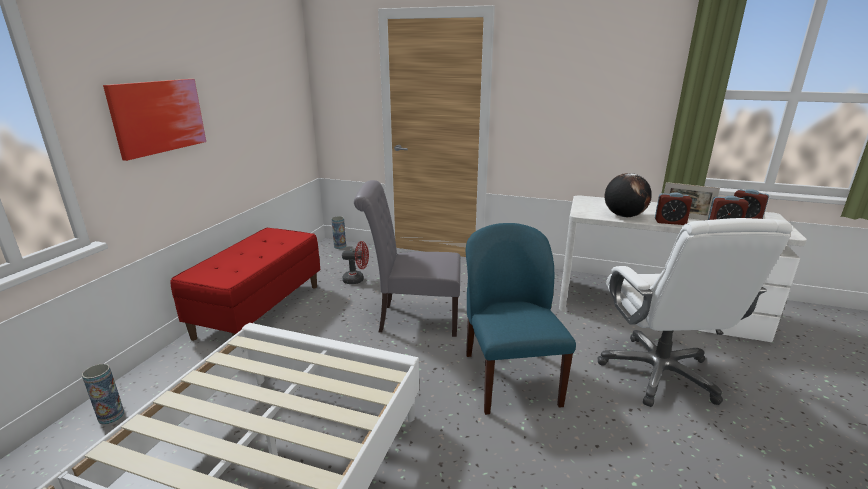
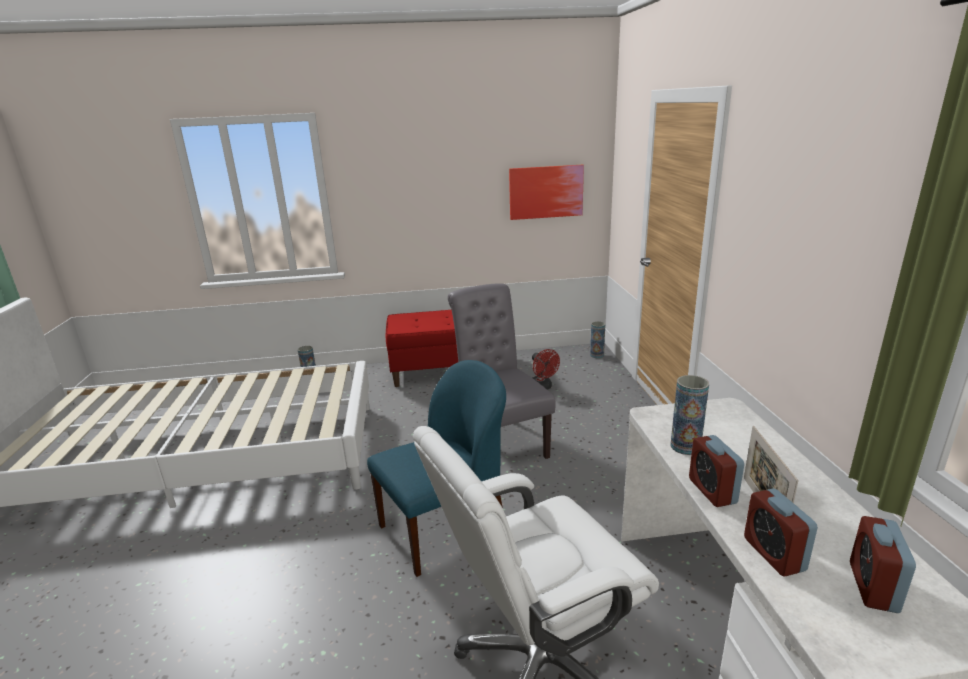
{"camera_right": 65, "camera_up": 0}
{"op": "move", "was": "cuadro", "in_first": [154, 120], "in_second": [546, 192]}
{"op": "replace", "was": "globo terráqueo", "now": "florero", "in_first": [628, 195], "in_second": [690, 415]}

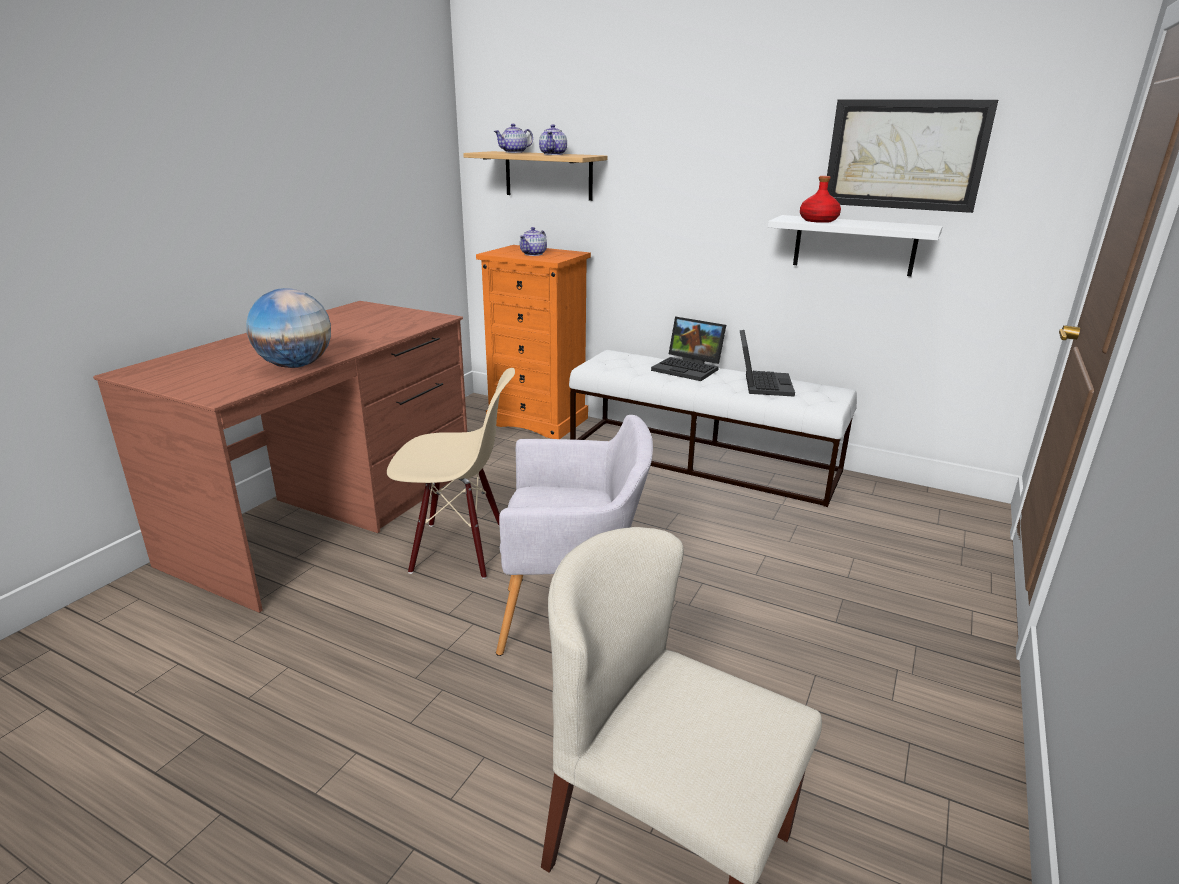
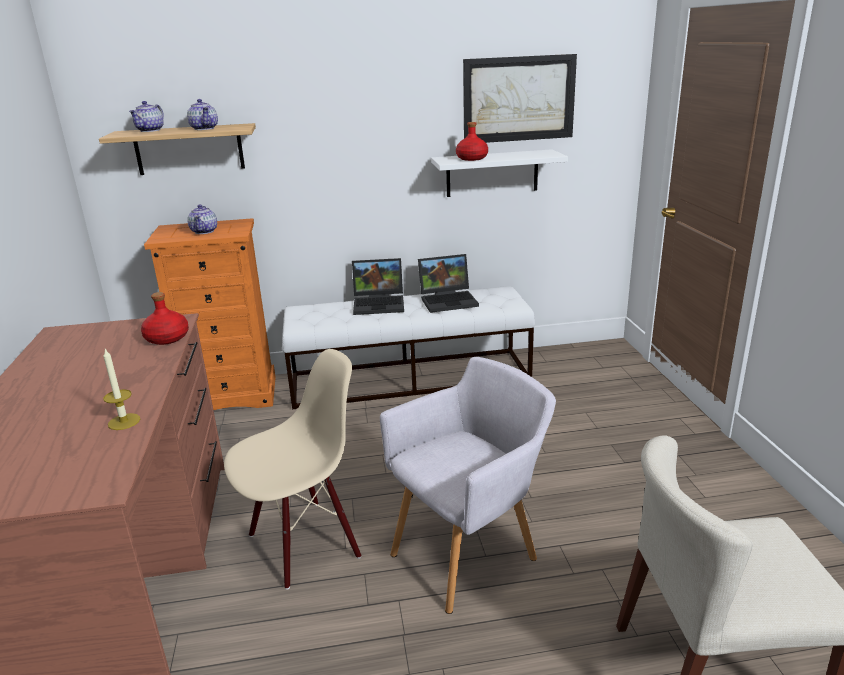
{"camera_right": -35, "camera_up": 0}
{"op": "replace", "was": "globo terráqueo", "now": "vela", "in_first": [288, 328], "in_second": [121, 389]}
{"op": "insert", "now": "botella (rojo)", "in_second": [165, 318]}
{"op": "rotate", "was": "portátil", "in_first": [767, 363], "in_second": [448, 283], "clockwise": 105}

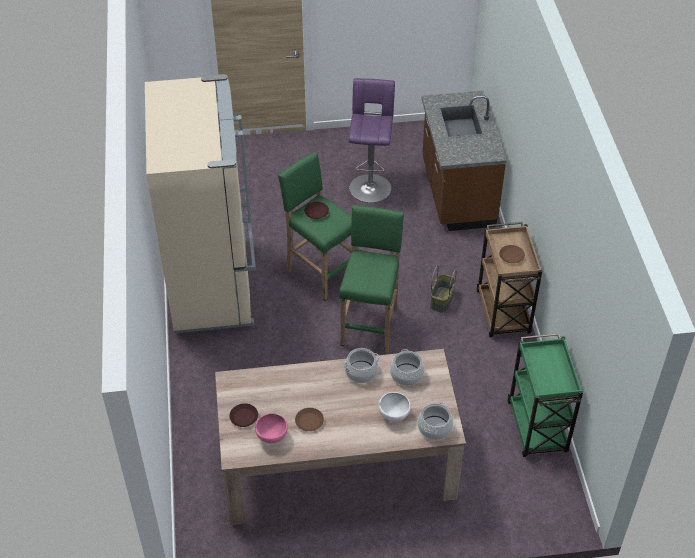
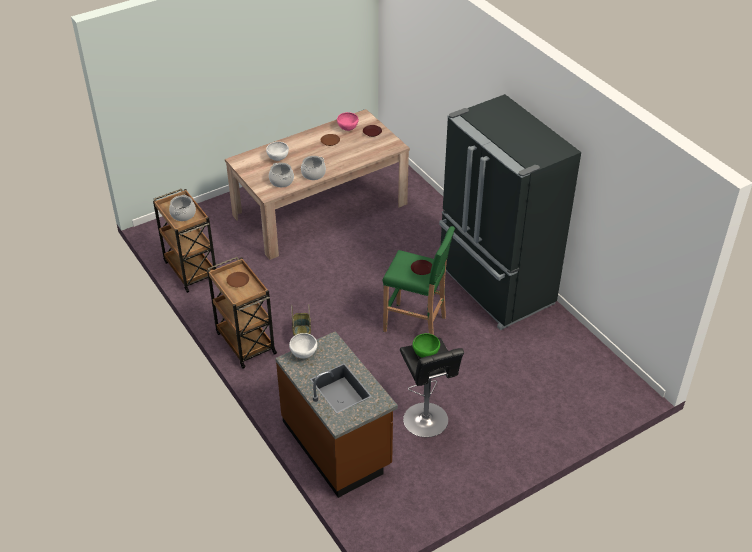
{"camera_right": 155, "camera_up": -5}
{"op": "recolor", "was": "carrito (verde)", "now": "carrito (marrón)", "in_first": [545, 395], "in_second": [184, 241]}
{"op": "move", "was": "olla", "in_first": [435, 421], "in_second": [182, 208]}
{"op": "insert", "now": "cuenco (blanco)", "in_second": [303, 346]}
{"op": "recolor", "was": "taburete (morado)", "now": "taburete (negro)", "in_first": [372, 140], "in_second": [432, 387]}
{"op": "insert", "now": "cuenco (verde)", "in_second": [426, 345]}
{"op": "recolor", "was": "nevera (beis)", "now": "nevera (negro)", "in_first": [200, 203], "in_second": [510, 212]}
{"op": "delete", "was": "taburete (verde)", "in_first": [371, 279]}

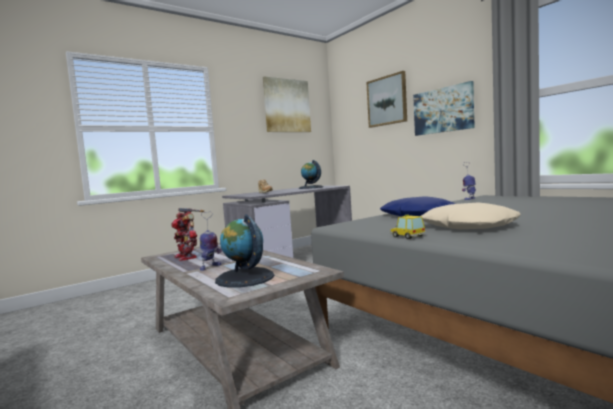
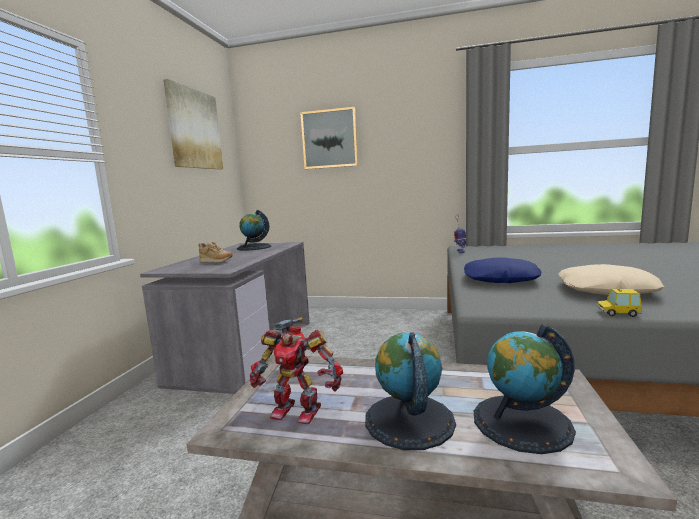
{"camera_right": -40, "camera_up": 5}
{"op": "replace", "was": "robot de juguete", "now": "globo terráqueo", "in_first": [211, 241], "in_second": [410, 391]}
{"op": "delete", "was": "cuadro", "in_first": [444, 108]}

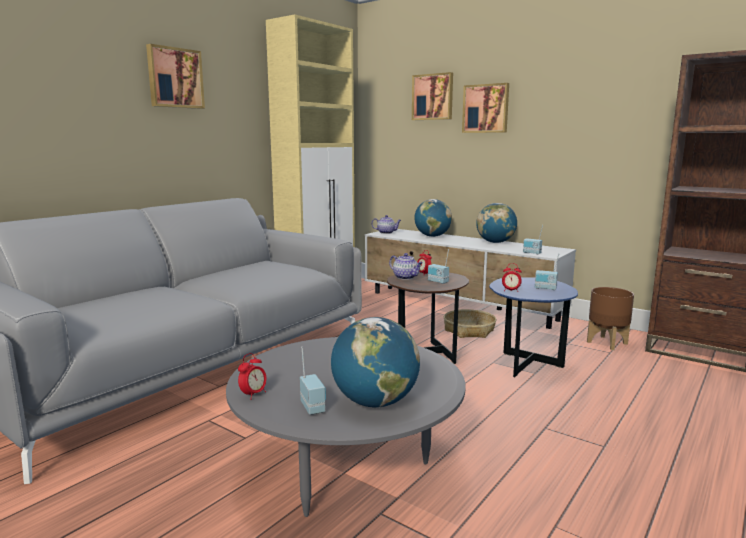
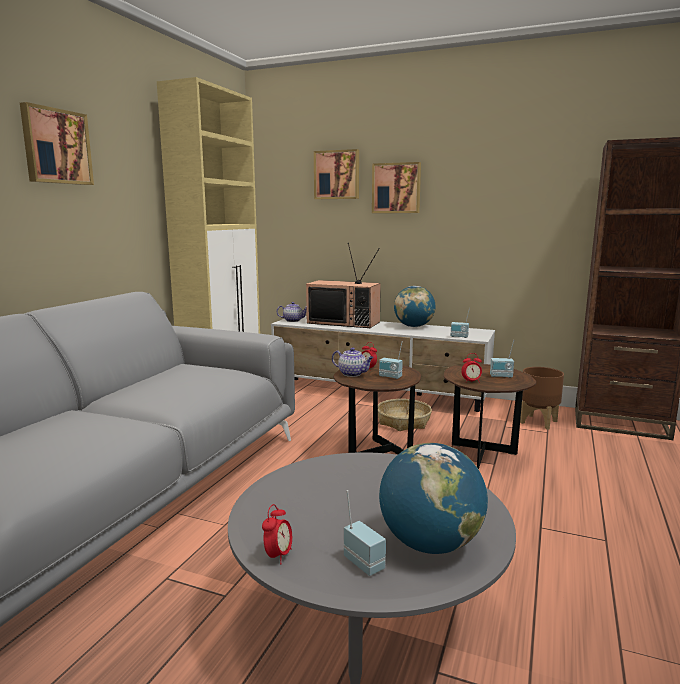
{"camera_right": -15, "camera_up": 0}
{"op": "replace", "was": "globo terráqueo", "now": "televisor", "in_first": [433, 218], "in_second": [343, 285]}
{"op": "recolor", "was": "mesa auxiliar (azul)", "now": "mesa auxiliar (marrón)", "in_first": [533, 327], "in_second": [490, 416]}

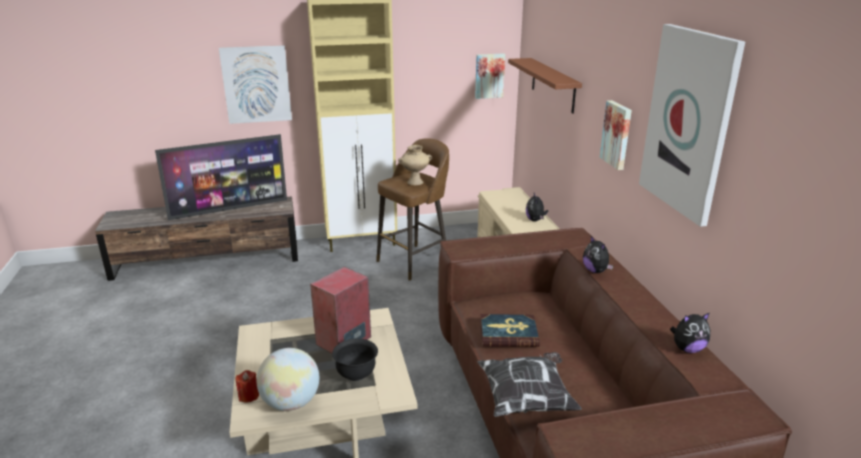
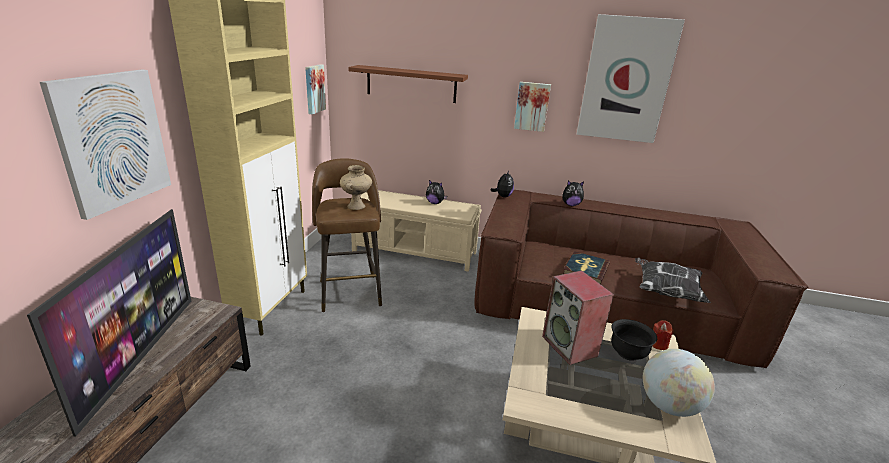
{"camera_right": -65, "camera_up": 0}
{"op": "move", "was": "peluche", "in_first": [690, 333], "in_second": [502, 184]}
{"op": "move", "was": "vela (rojo)", "in_first": [247, 386], "in_second": [662, 335]}

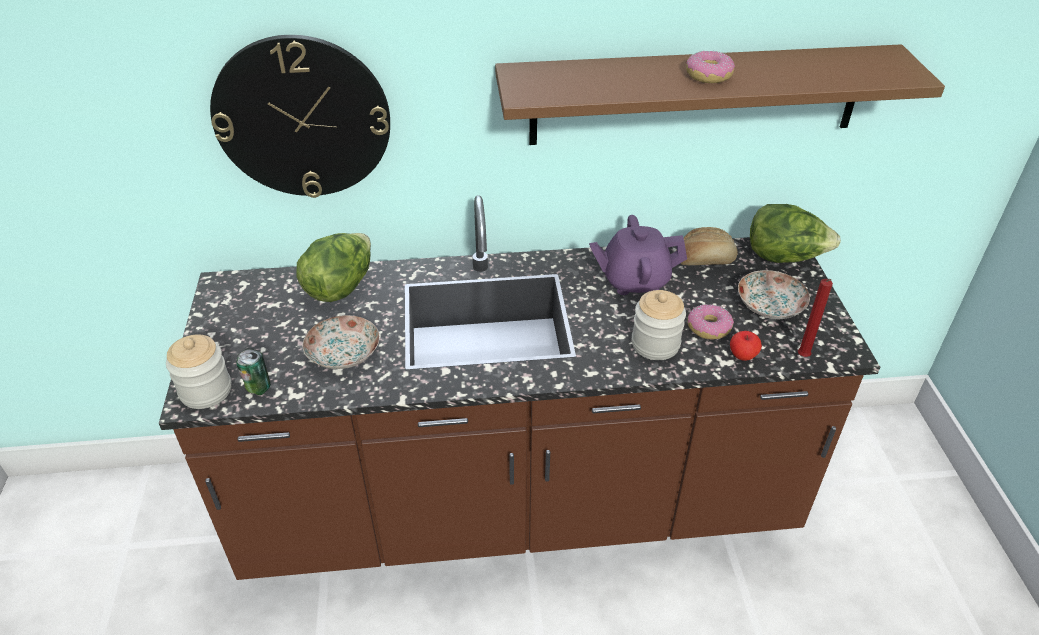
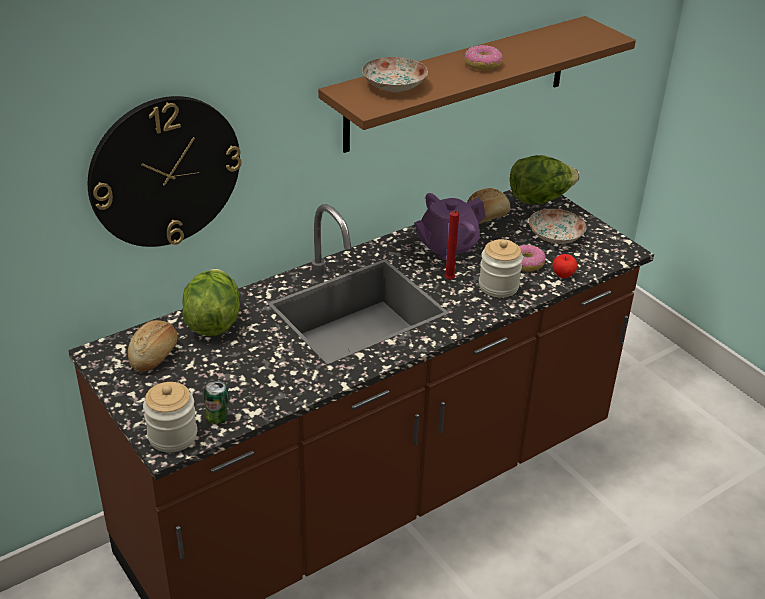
{"camera_right": -30, "camera_up": -5}
{"op": "insert", "now": "pan", "in_second": [153, 346]}
{"op": "move", "was": "plato", "in_first": [341, 342], "in_second": [395, 74]}
{"op": "move", "was": "vela (rojo)", "in_first": [815, 318], "in_second": [451, 245]}

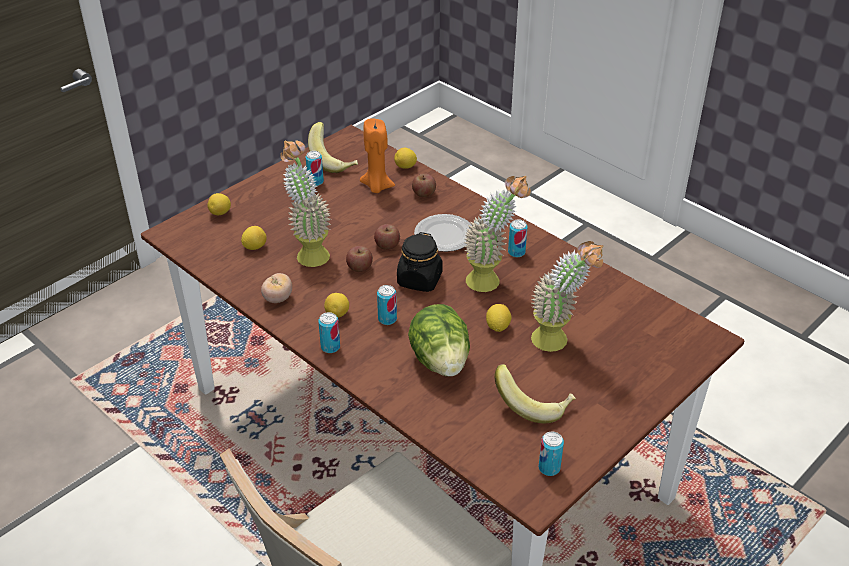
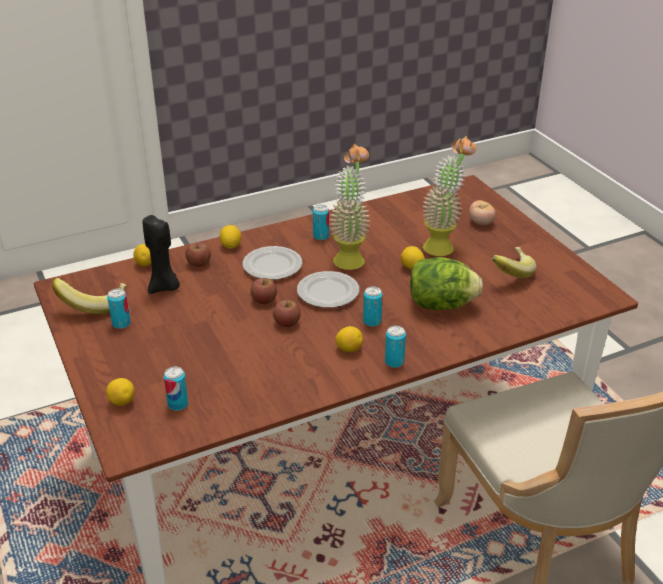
{"camera_right": -70, "camera_up": -5}
{"op": "recolor", "was": "vela (naranja)", "now": "vela (negro)", "in_first": [377, 156], "in_second": [161, 254]}
{"op": "move", "was": "lata", "in_first": [551, 453], "in_second": [176, 388]}
{"op": "move", "was": "limón", "in_first": [254, 238], "in_second": [230, 237]}
{"op": "replace", "was": "tarro (negro)", "now": "plato", "in_first": [419, 262], "in_second": [328, 289]}
{"op": "move", "was": "tomate", "in_first": [276, 288], "in_second": [482, 212]}
{"op": "delete", "was": "planta en maceta", "in_first": [305, 203]}

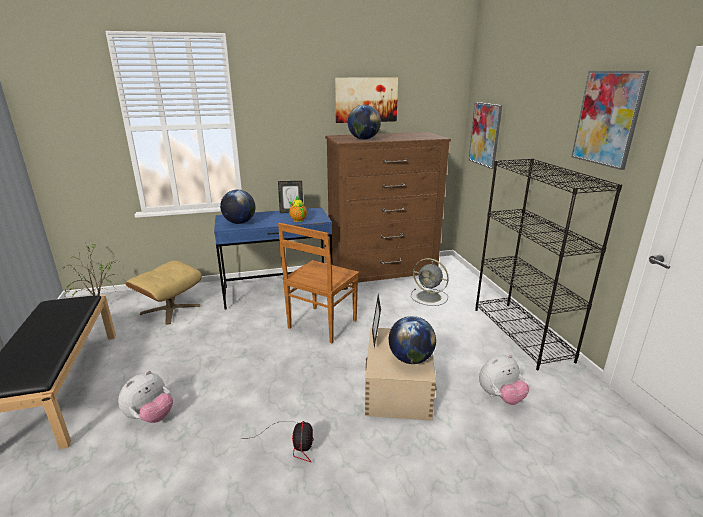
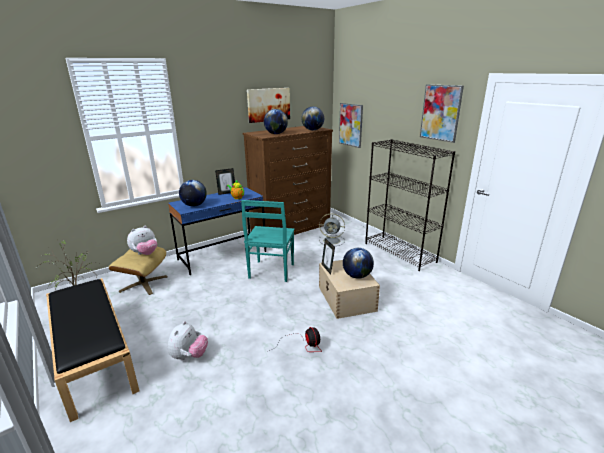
{"camera_right": -20, "camera_up": 0}
{"op": "move", "was": "peluche", "in_first": [504, 379], "in_second": [142, 240]}
{"op": "recolor", "was": "silla (marrón)", "now": "silla (turquesa)", "in_first": [318, 283], "in_second": [267, 241]}
{"op": "insert", "now": "globo terráqueo", "in_second": [312, 119]}

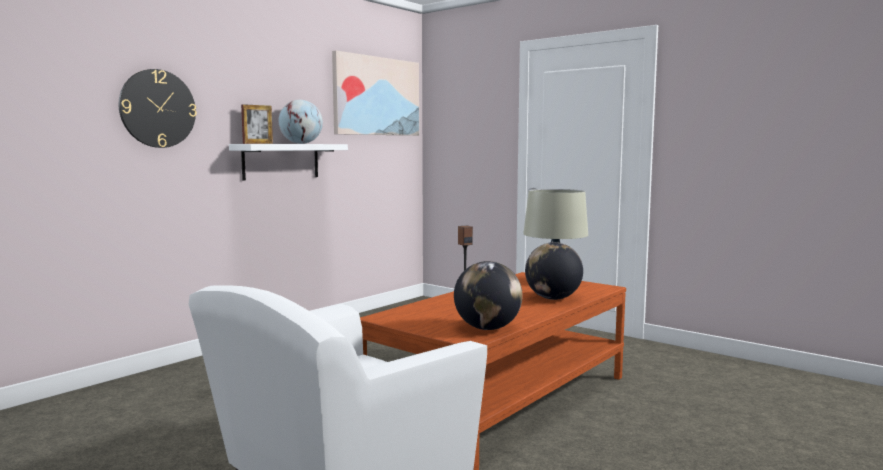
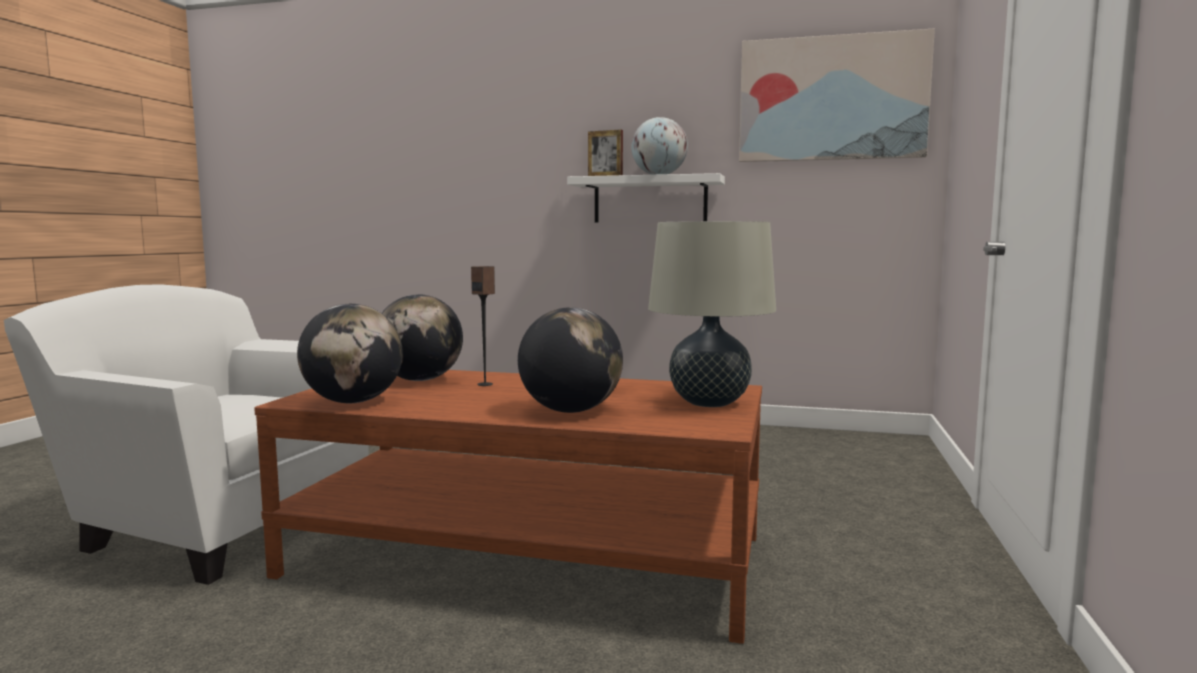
{"camera_right": 65, "camera_up": 0}
{"op": "insert", "now": "globo terráqueo", "in_second": [422, 337]}
{"op": "delete", "was": "reloj de pared", "in_first": [158, 108]}

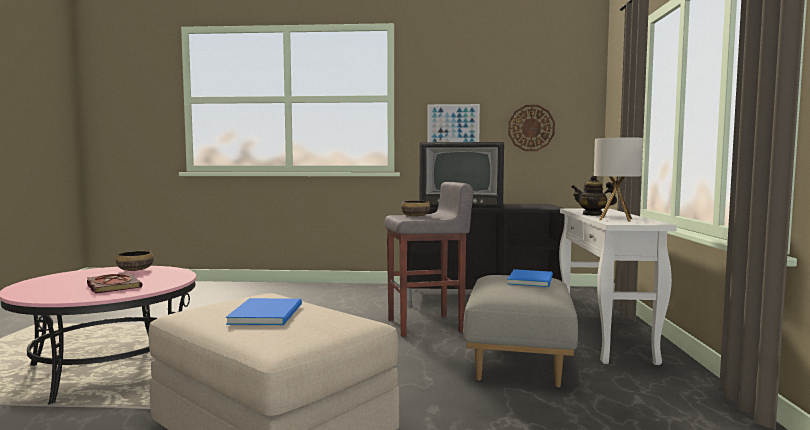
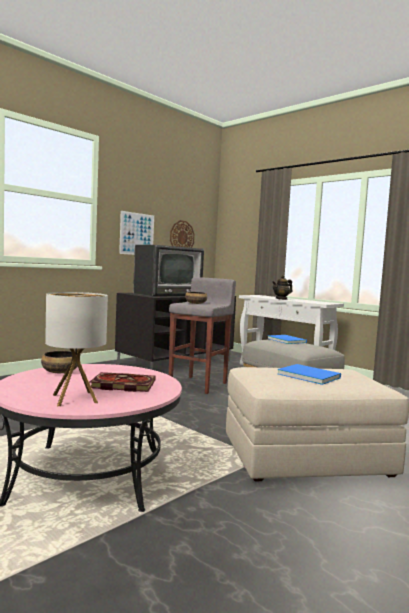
{"camera_right": -50, "camera_up": 0}
{"op": "move", "was": "lámpara de mesa", "in_first": [618, 179], "in_second": [76, 349]}

